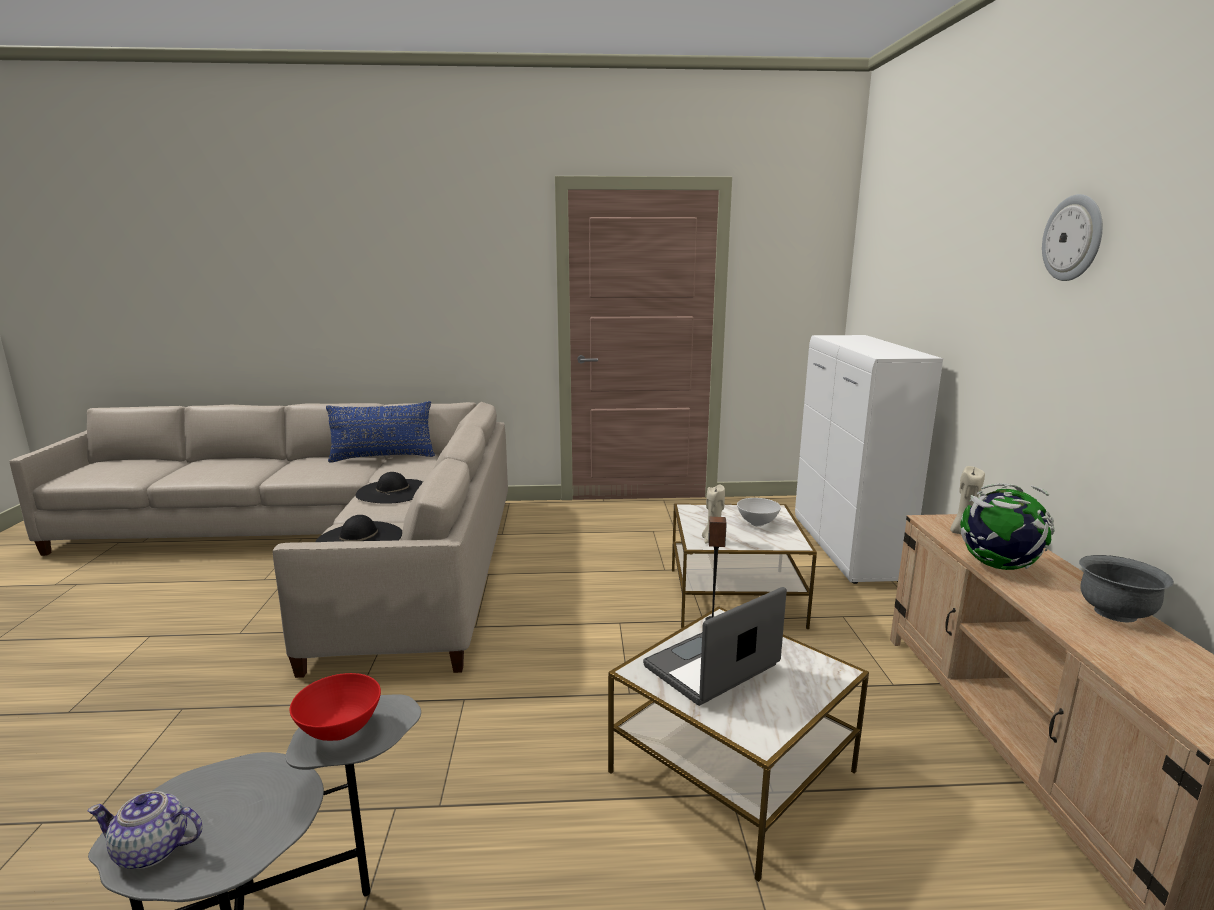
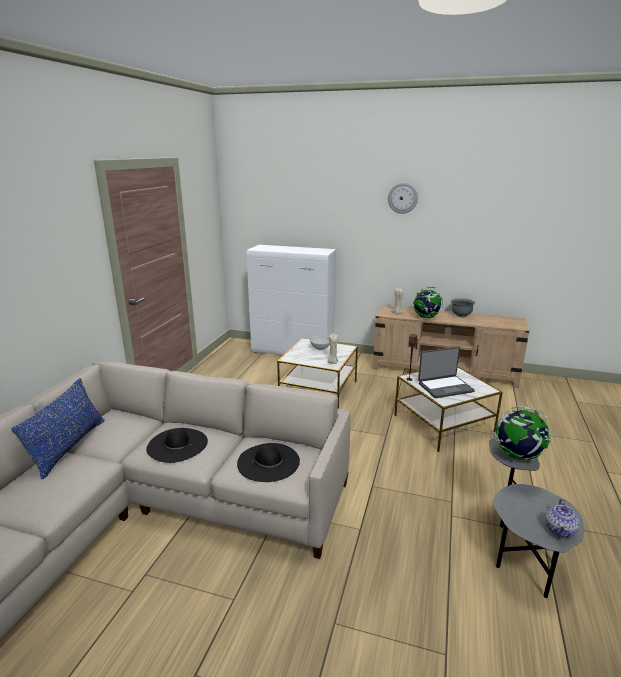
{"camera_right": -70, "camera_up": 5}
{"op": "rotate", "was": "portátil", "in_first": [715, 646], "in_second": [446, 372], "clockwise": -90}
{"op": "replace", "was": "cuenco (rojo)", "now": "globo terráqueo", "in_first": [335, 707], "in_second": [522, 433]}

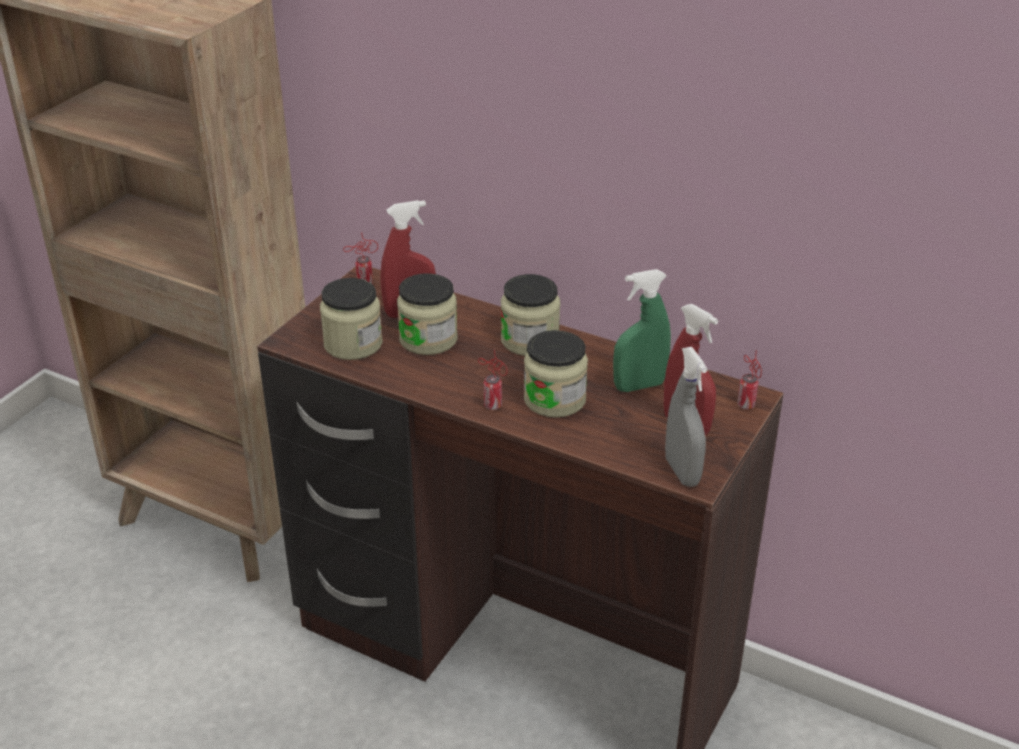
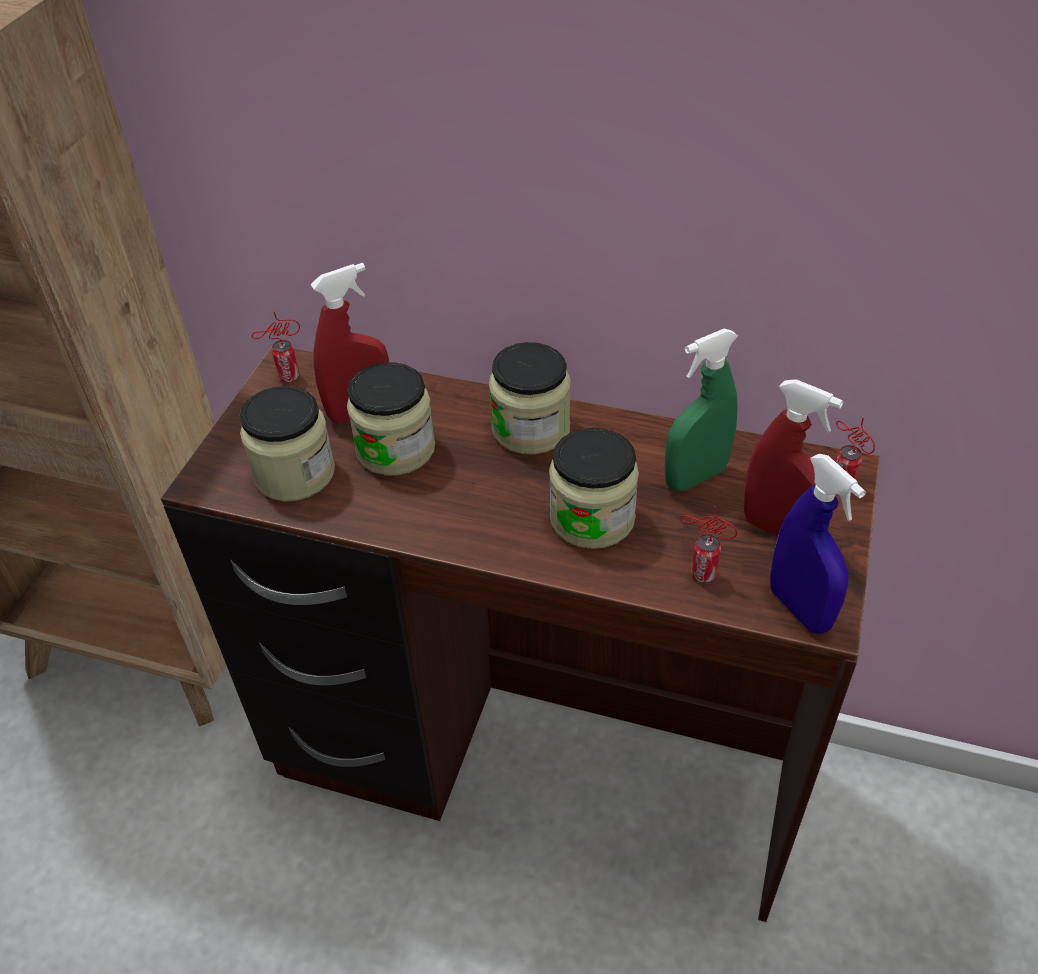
{"camera_right": -10, "camera_up": 10}
{"op": "move", "was": "lata", "in_first": [493, 380], "in_second": [709, 544]}
{"op": "recolor", "was": "pulverizador (gris)", "now": "pulverizador (azul)", "in_first": [686, 417], "in_second": [818, 544]}

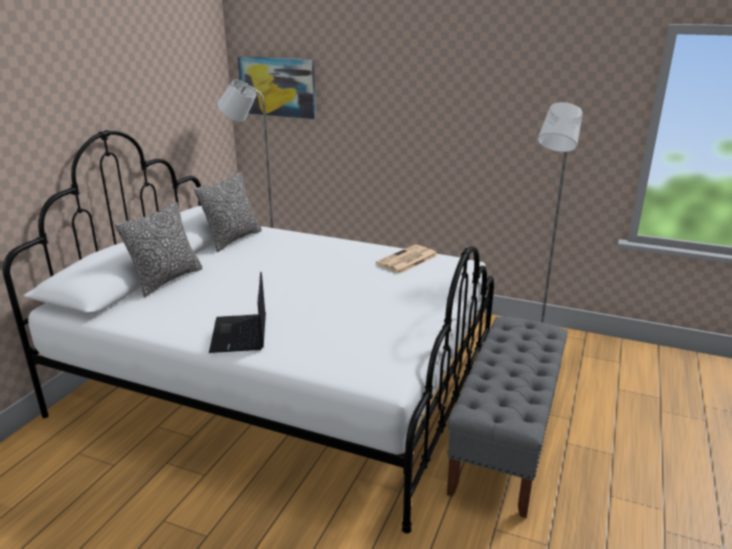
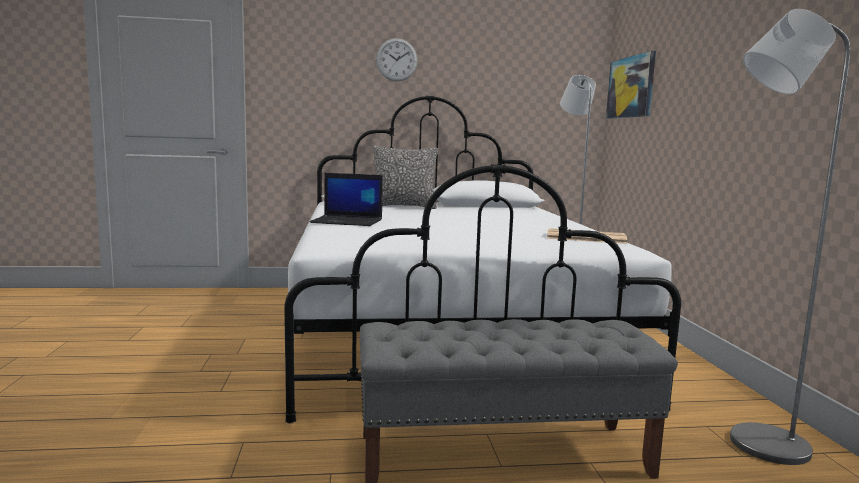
{"camera_right": 60, "camera_up": -15}
{"op": "rotate", "was": "portátil", "in_first": [237, 312], "in_second": [346, 199], "clockwise": -135}
{"op": "insert", "now": "reloj de pared", "in_second": [397, 59]}
{"op": "delete", "was": "cojín", "in_first": [228, 212]}

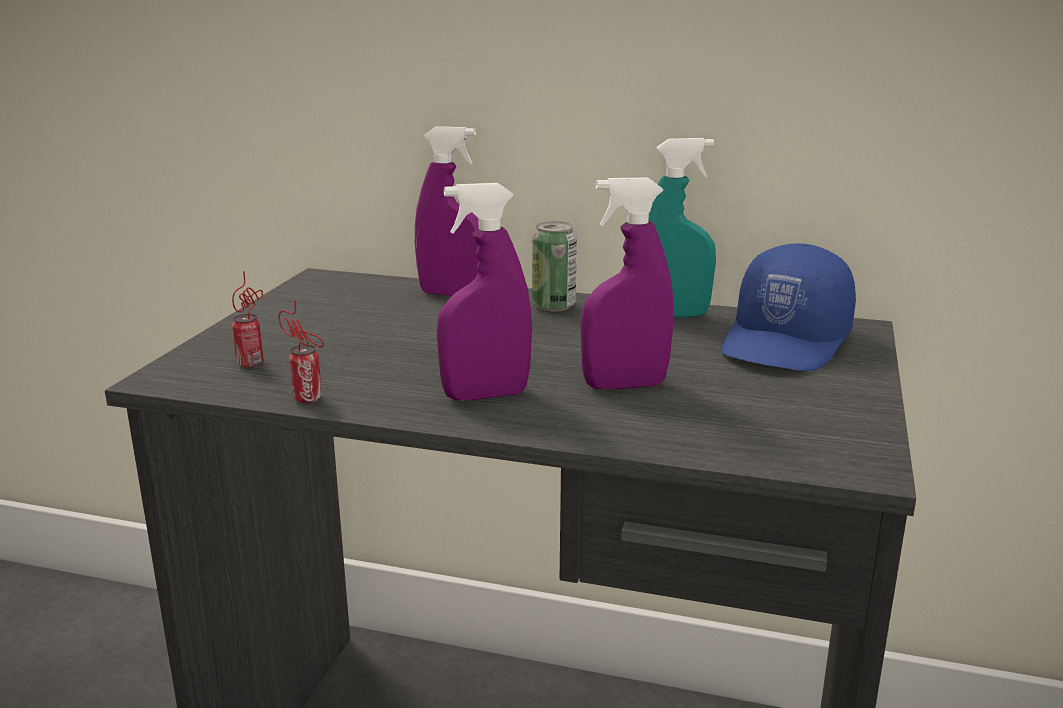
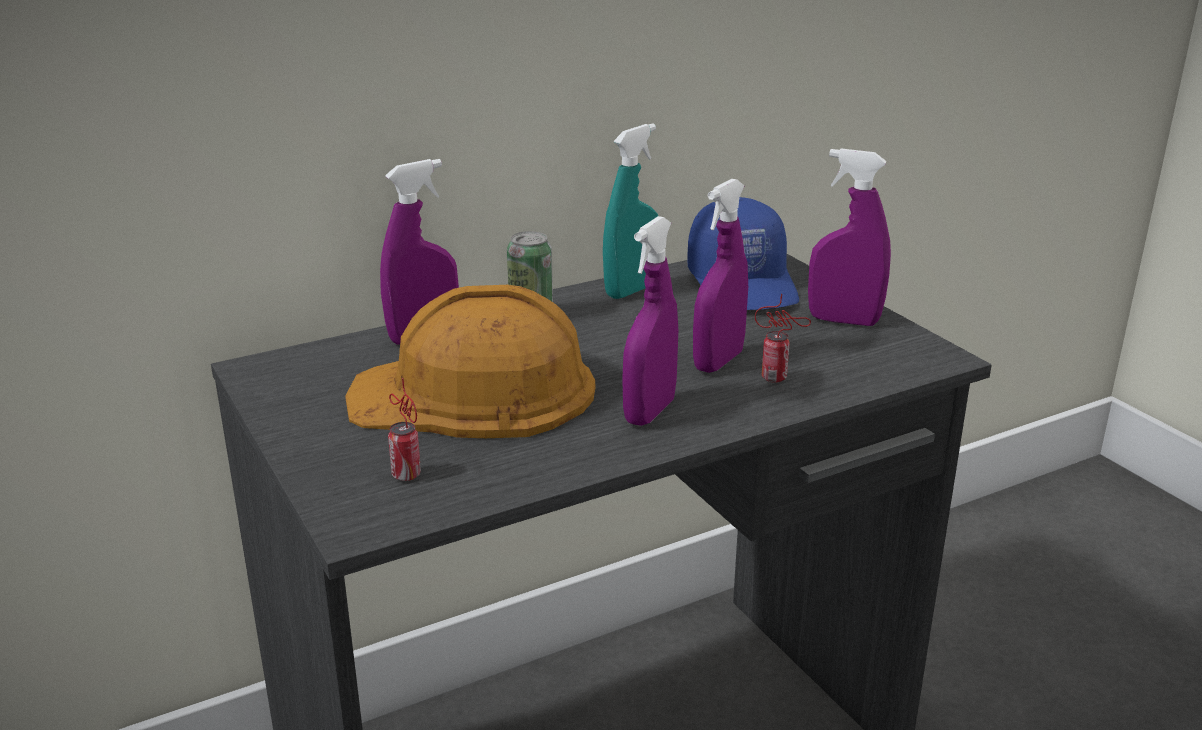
{"camera_right": -45, "camera_up": 5}
{"op": "insert", "now": "casco (naranja)", "in_second": [470, 361]}
{"op": "move", "was": "lata", "in_first": [301, 351], "in_second": [783, 338]}
{"op": "insert", "now": "pulverizador (morado)", "in_second": [849, 237]}

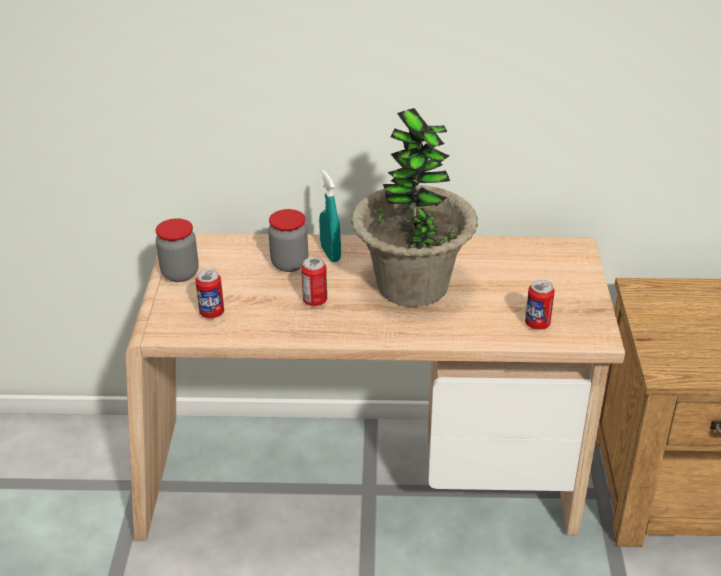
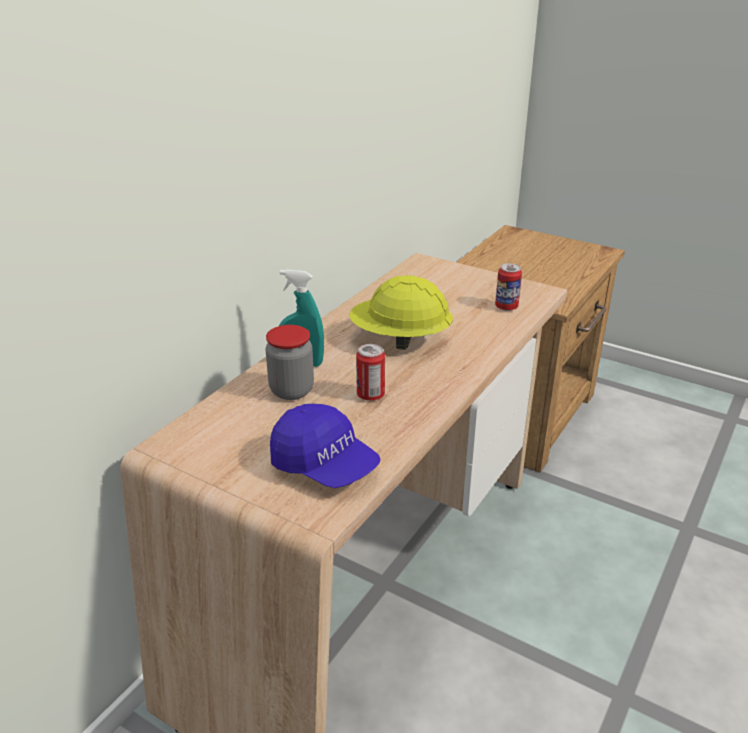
{"camera_right": -60, "camera_up": -5}
{"op": "replace", "was": "lata", "now": "gorra (azul)", "in_first": [209, 293], "in_second": [325, 446]}
{"op": "replace", "was": "planta en maceta", "now": "casco (amarillo)", "in_first": [414, 207], "in_second": [401, 312]}
{"op": "delete", "was": "tarro", "in_first": [177, 250]}

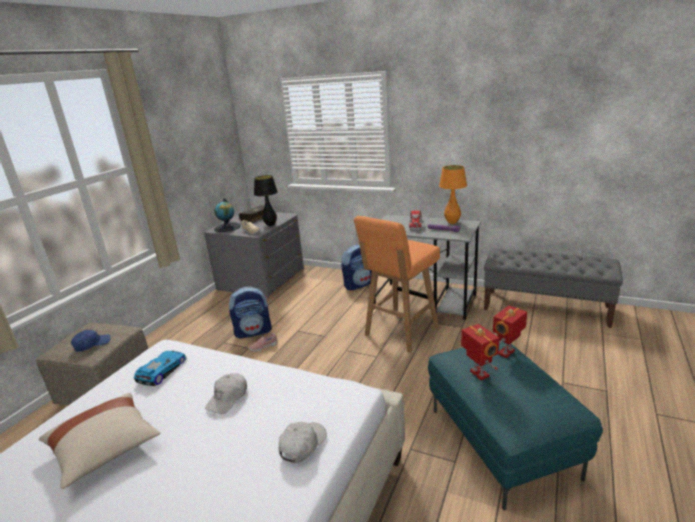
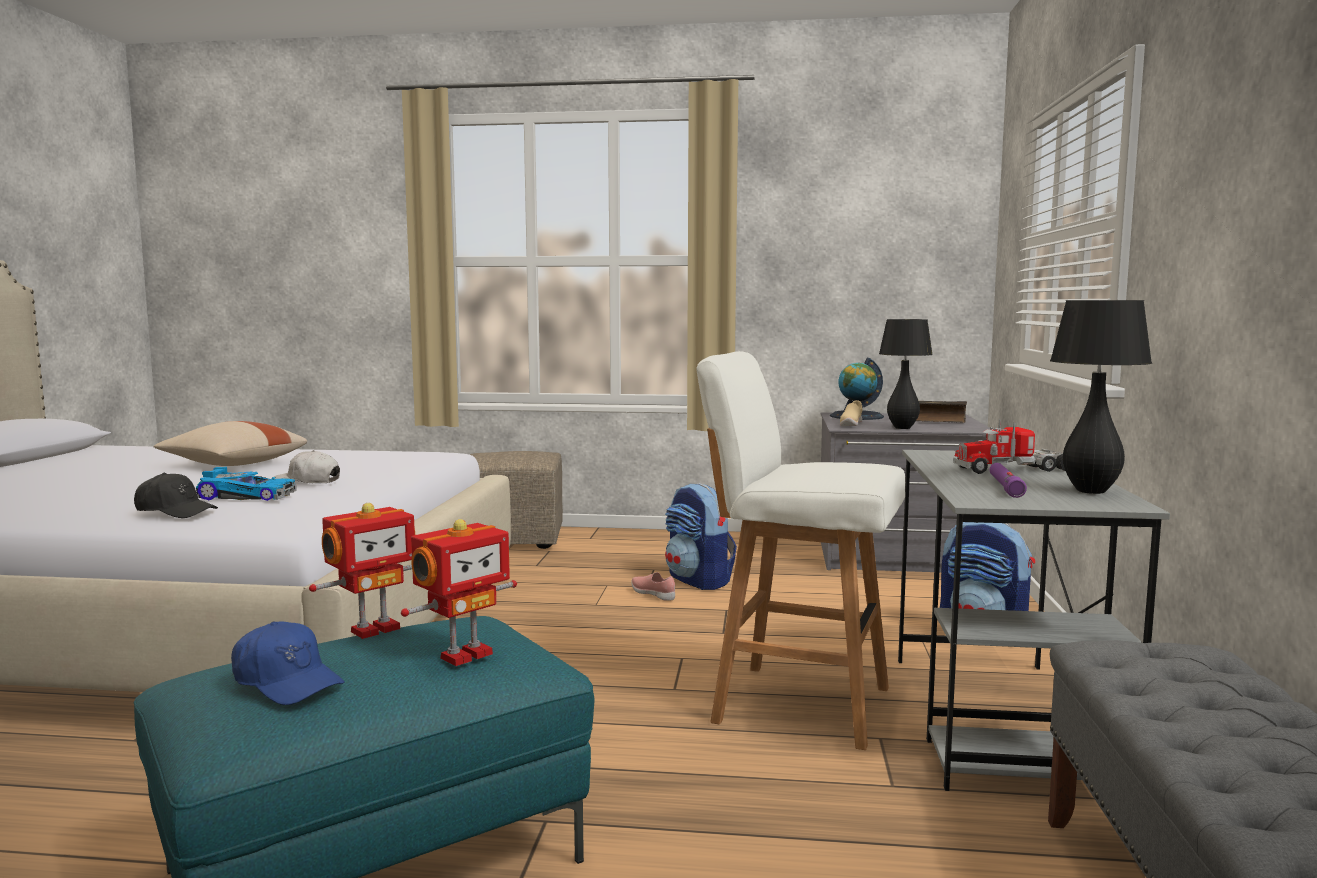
{"camera_right": 70, "camera_up": -15}
{"op": "recolor", "was": "gorra (blanco)", "now": "gorra (negro)", "in_first": [303, 442], "in_second": [176, 495]}
{"op": "move", "was": "coche de juguete", "in_first": [160, 368], "in_second": [246, 484]}
{"op": "move", "was": "gorra (azul)", "in_first": [91, 341], "in_second": [288, 663]}
{"op": "rotate", "was": "robot de juguete", "in_first": [510, 332], "in_second": [459, 592], "clockwise": 105}
{"op": "recolor", "was": "taburete (naranja)", "now": "taburete (blanco)", "in_first": [397, 284], "in_second": [800, 550]}
{"op": "recolor", "was": "lámpara de mesa (naranja)", "now": "lámpara de mesa (negro)", "in_first": [453, 194], "in_second": [1101, 397]}

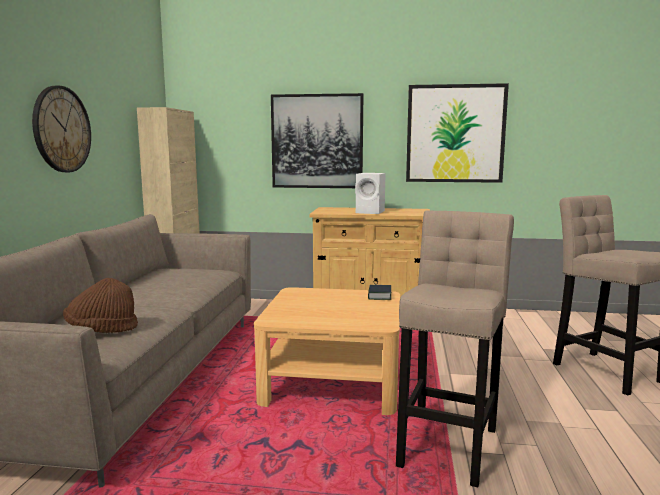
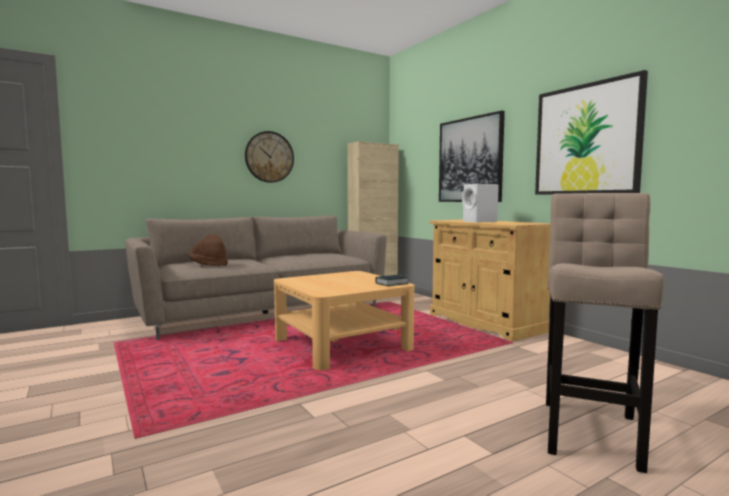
{"camera_right": 50, "camera_up": -5}
{"op": "delete", "was": "taburete (beis)", "in_first": [455, 349]}

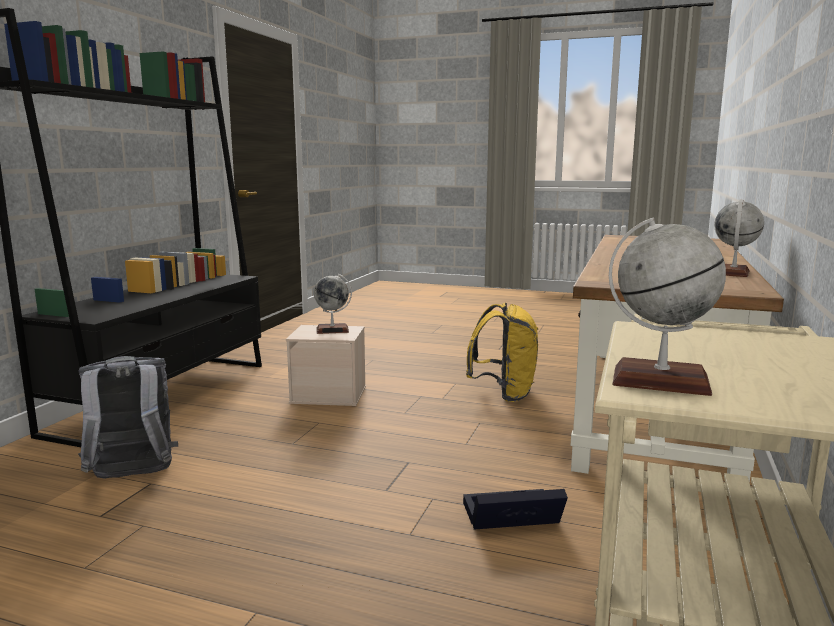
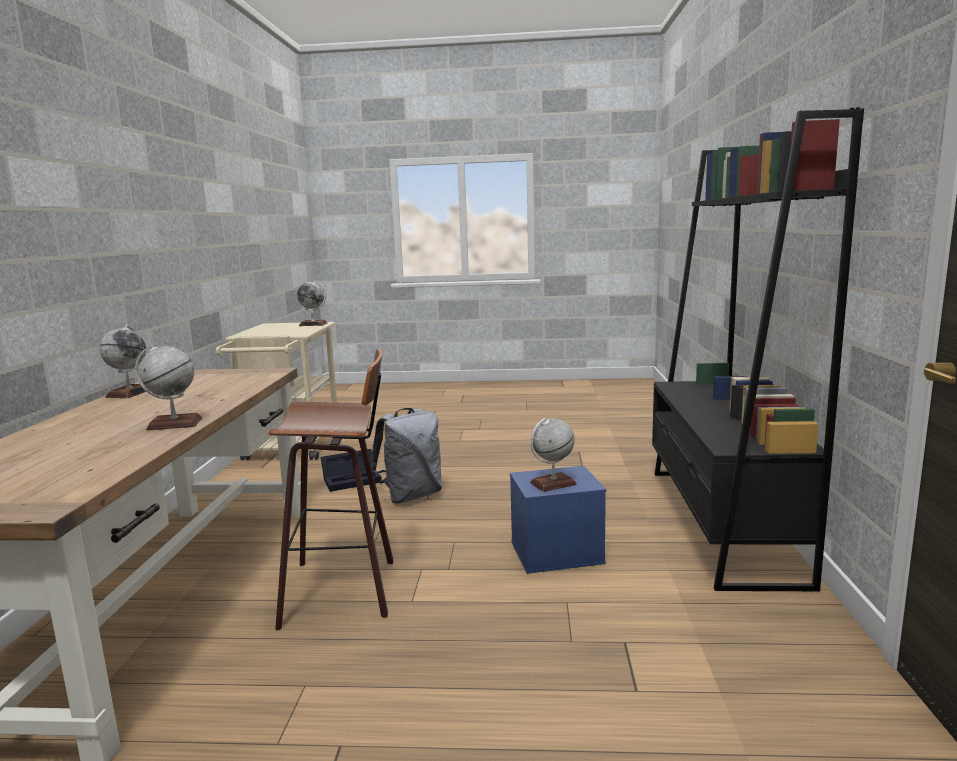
{"camera_right": 165, "camera_up": 0}
{"op": "insert", "now": "globo terráqueo", "in_second": [168, 387]}
{"op": "replace", "was": "mochila (amarillo)", "now": "taburete", "in_first": [502, 352], "in_second": [331, 489]}
{"op": "move", "was": "mochila (gris)", "in_first": [128, 417], "in_second": [406, 456]}
{"op": "recolor", "was": "caja de almacenaje (beis)", "now": "caja de almacenaje (azul)", "in_first": [326, 365], "in_second": [558, 520]}

